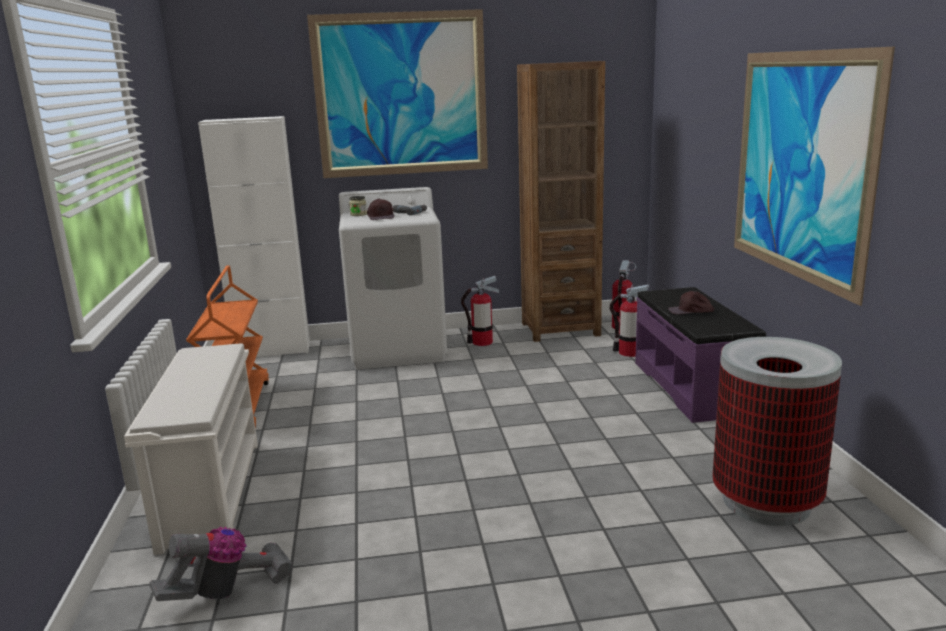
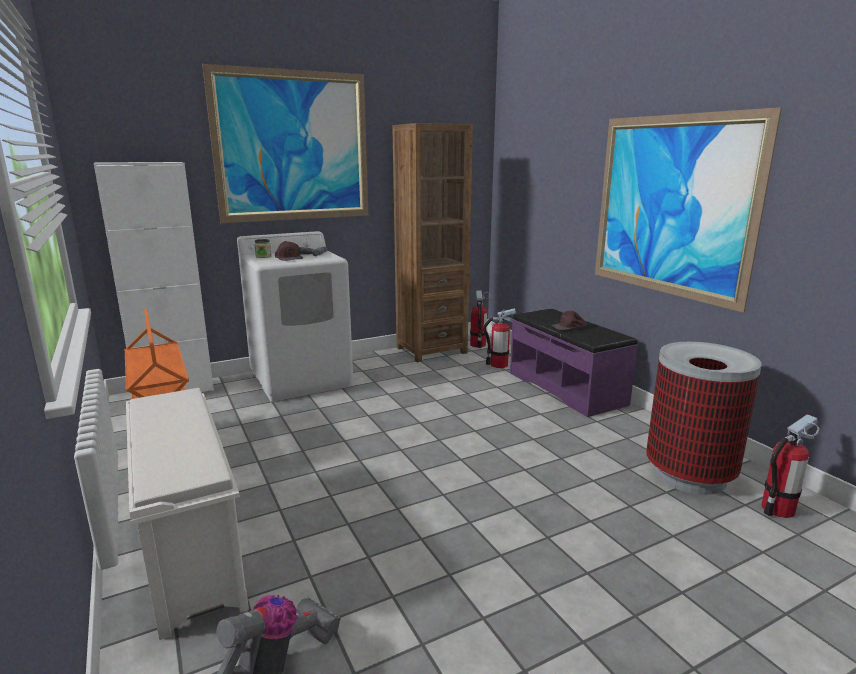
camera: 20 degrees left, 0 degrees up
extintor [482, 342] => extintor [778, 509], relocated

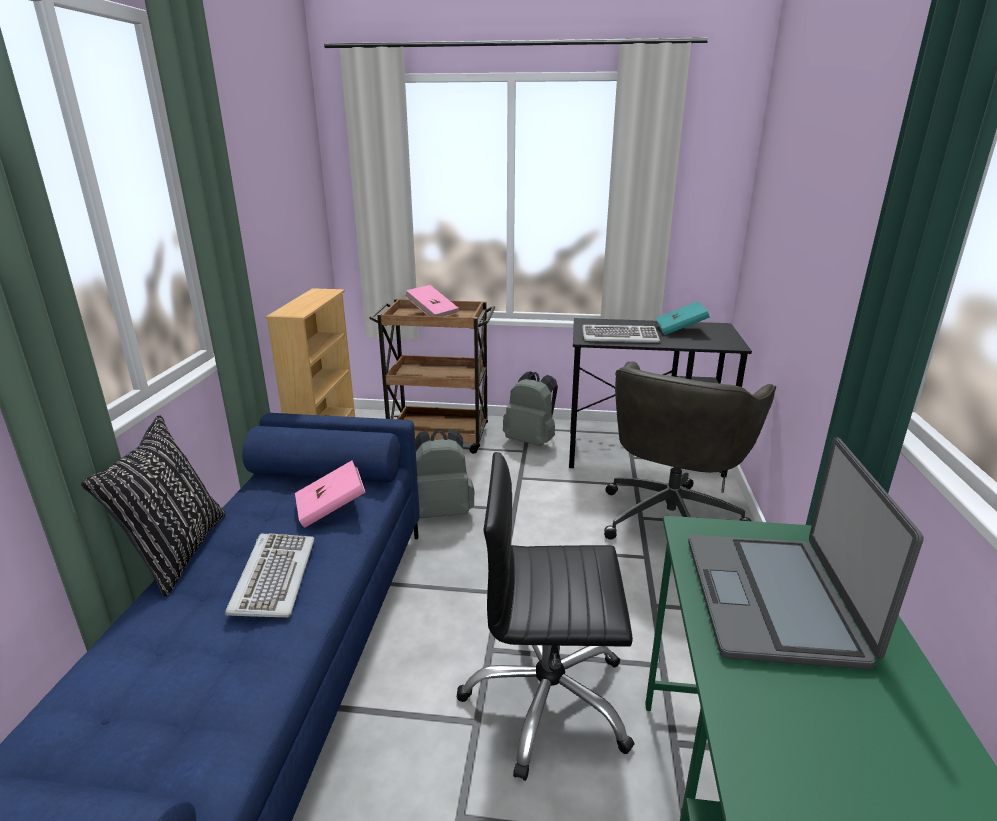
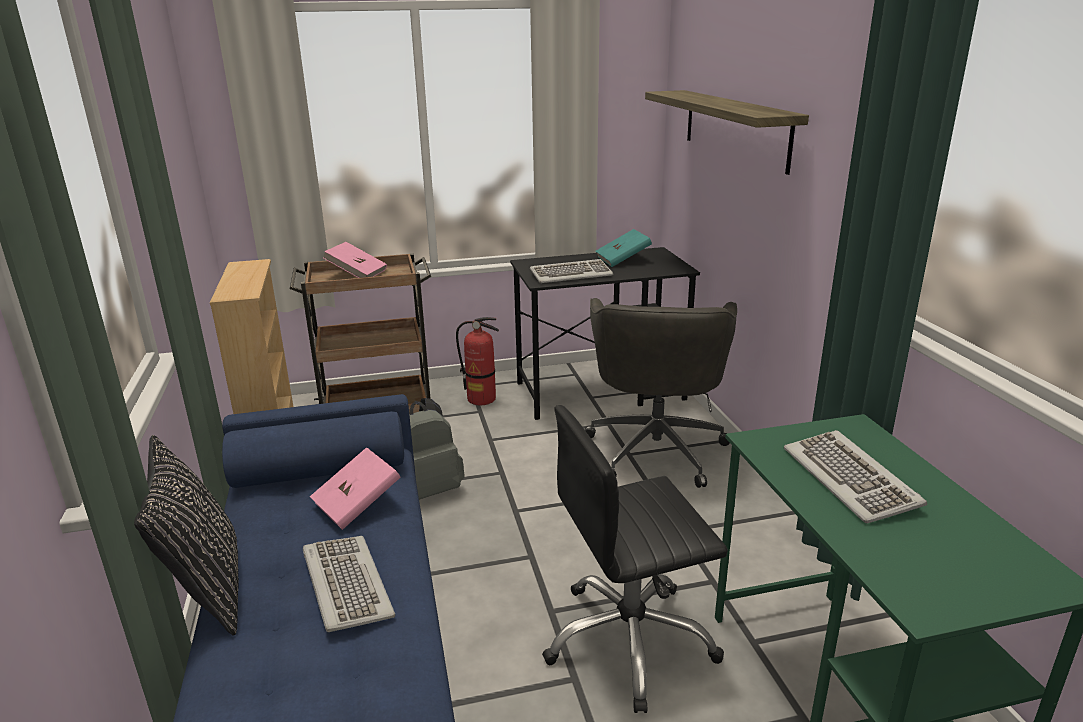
camera: 20 degrees left, 0 degrees up
mochila [gris] [531, 441] => extintor [481, 399]
portátil [773, 599] => teclado [851, 479]
nothing => estante [735, 128]

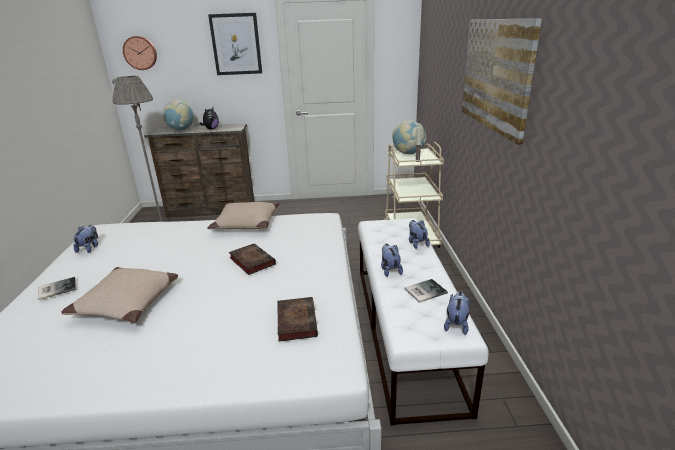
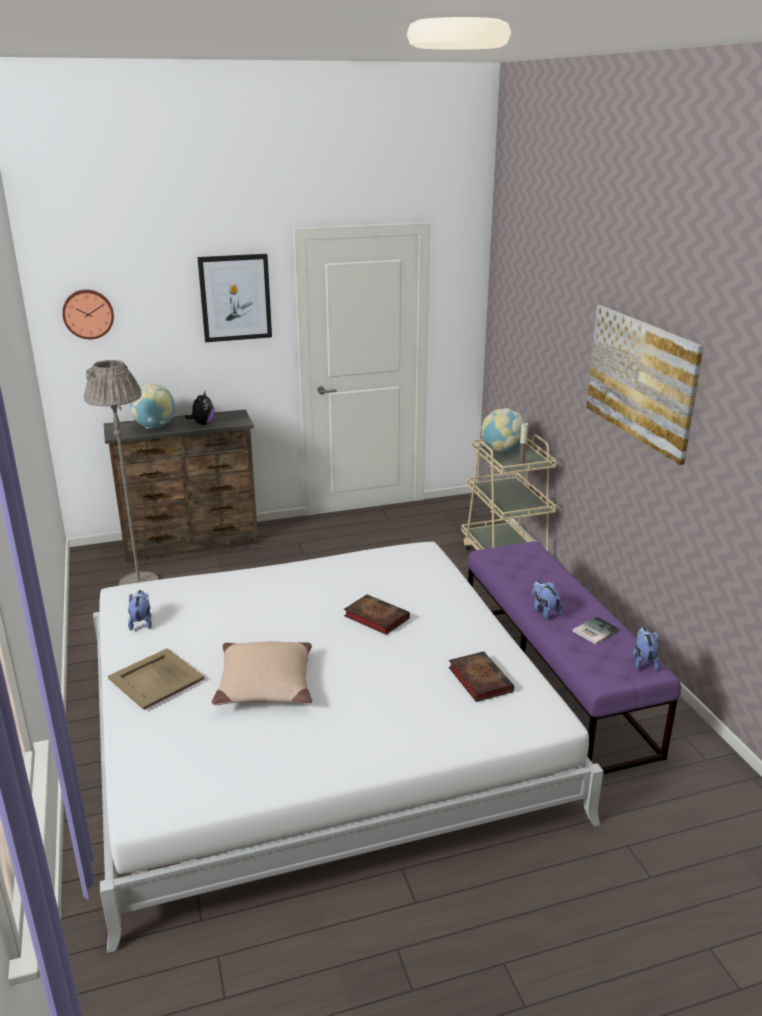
camera: 15 degrees left, 0 degrees up
libro [56, 288] => bandeja [beis] [155, 679]
cojín [beis] [246, 223] => nothing
banco [blanco] [405, 329] => banco [morado] [553, 680]
peluche [417, 243] => nothing

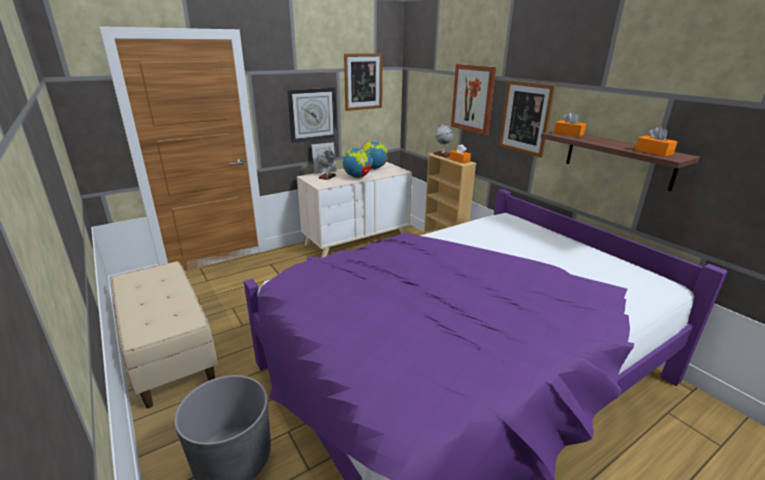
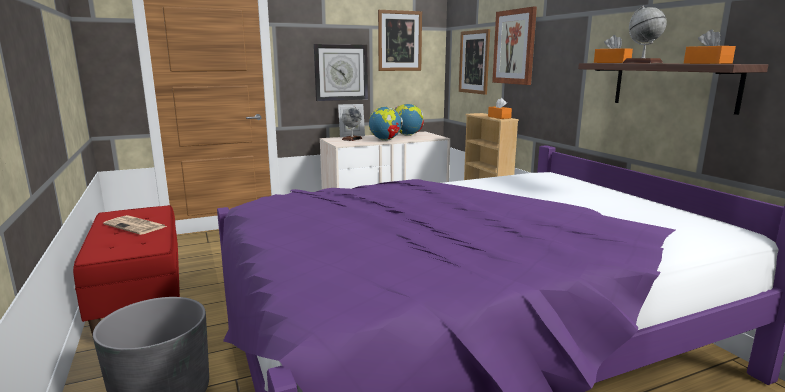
camera: 10 degrees right, 10 degrees down
banco [beis] [169, 353] => banco [rojo] [140, 298]
globo terráqueo [442, 155] => globo terráqueo [642, 63], relocated
cuadro [525, 118] => cuadro [474, 62], relocated
nothing => periódico [136, 226]

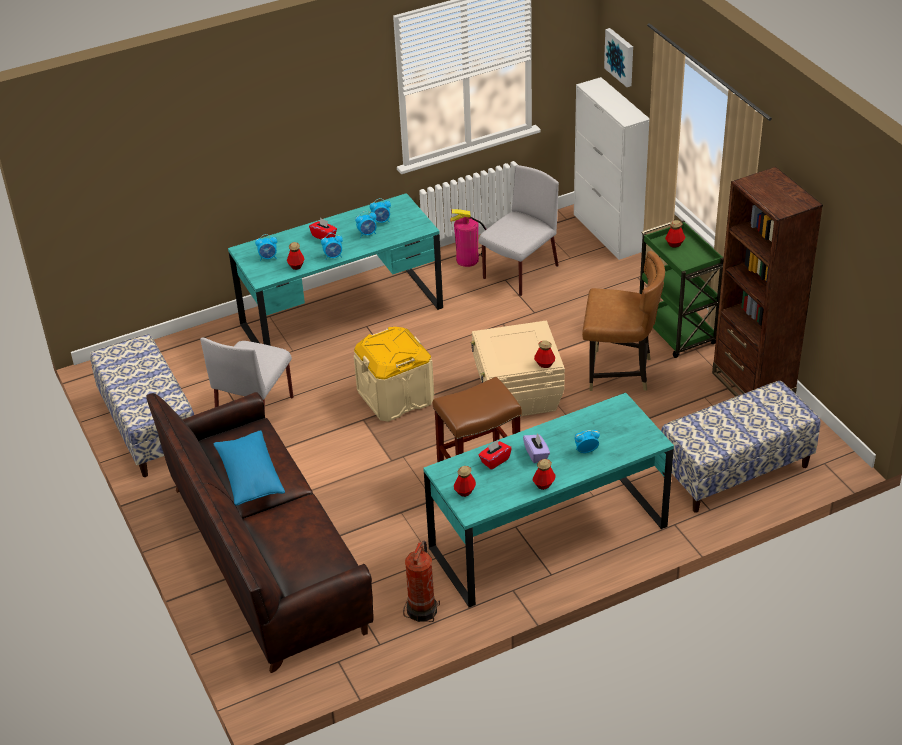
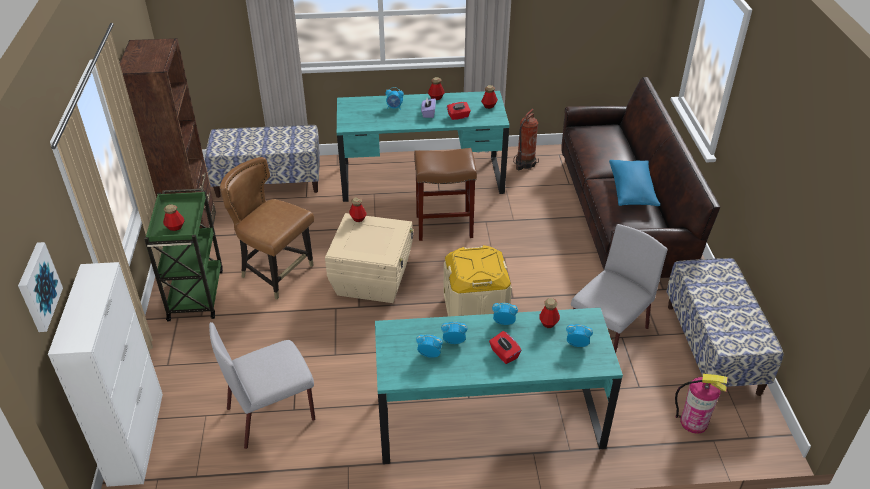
camera: 160 degrees left, 0 degrees up
extintor [467, 260] => extintor [694, 422], relocated

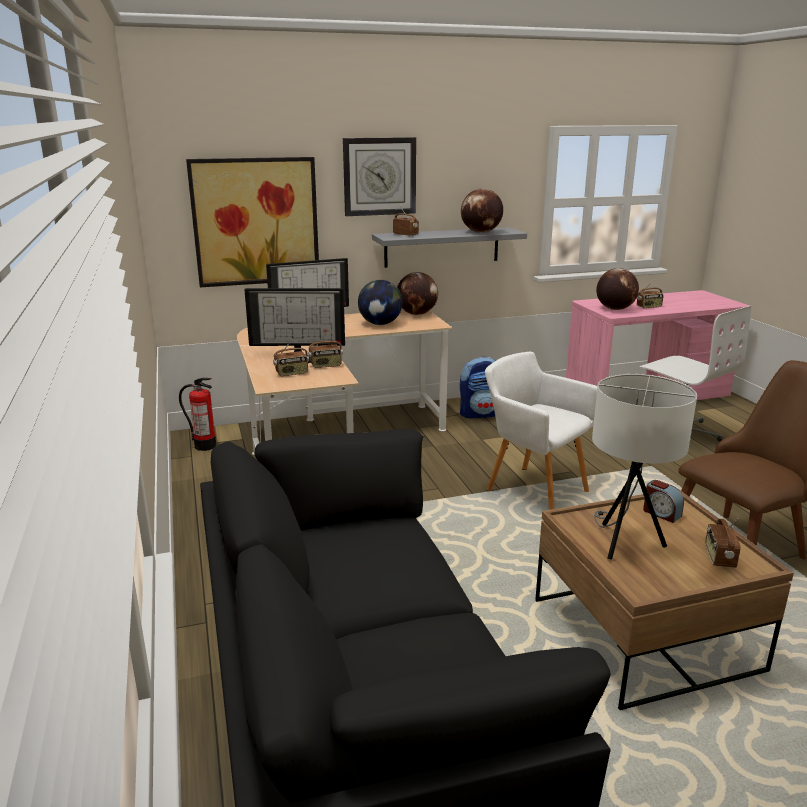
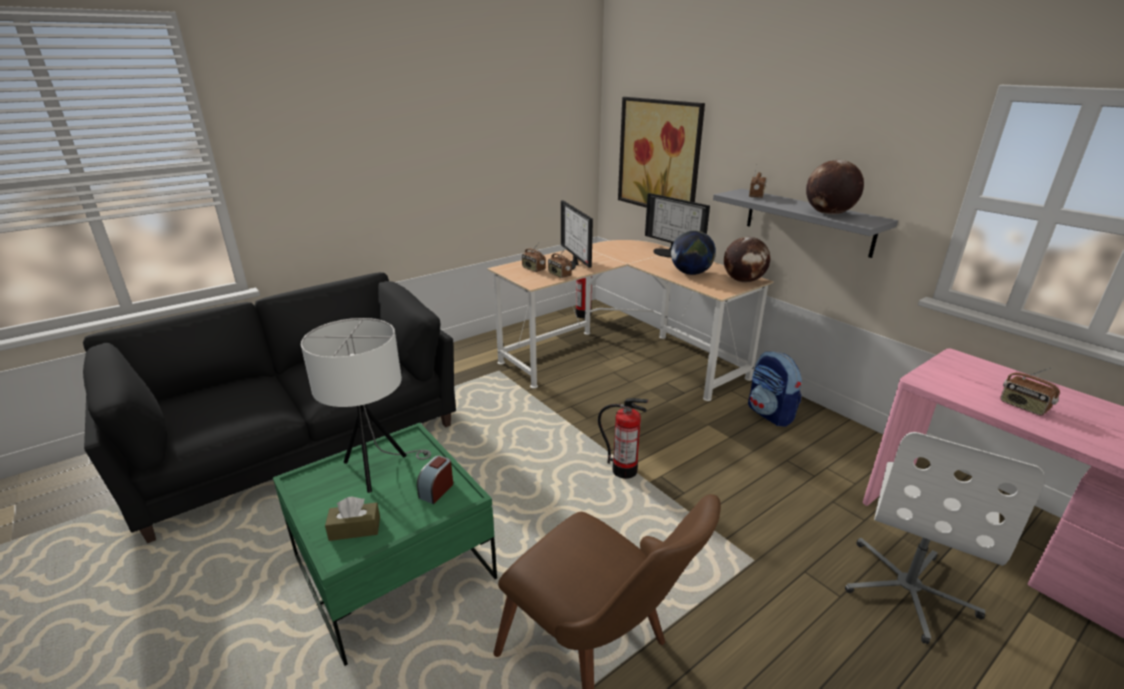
camera: 70 degrees right, 5 degrees up
reloj de pared [379, 176] => nothing
sillón [blanco] [533, 488] => extintor [624, 471]
mesa de centro [marrón] [644, 634] => mesa de centro [verde] [394, 567]
globo terráqueo [615, 309] => nothing
radio [719, 557] => caja de pañuelos [marrón] [355, 529]

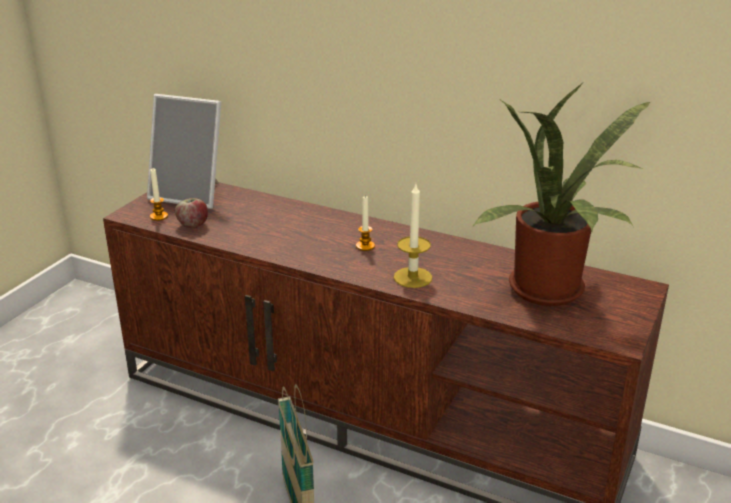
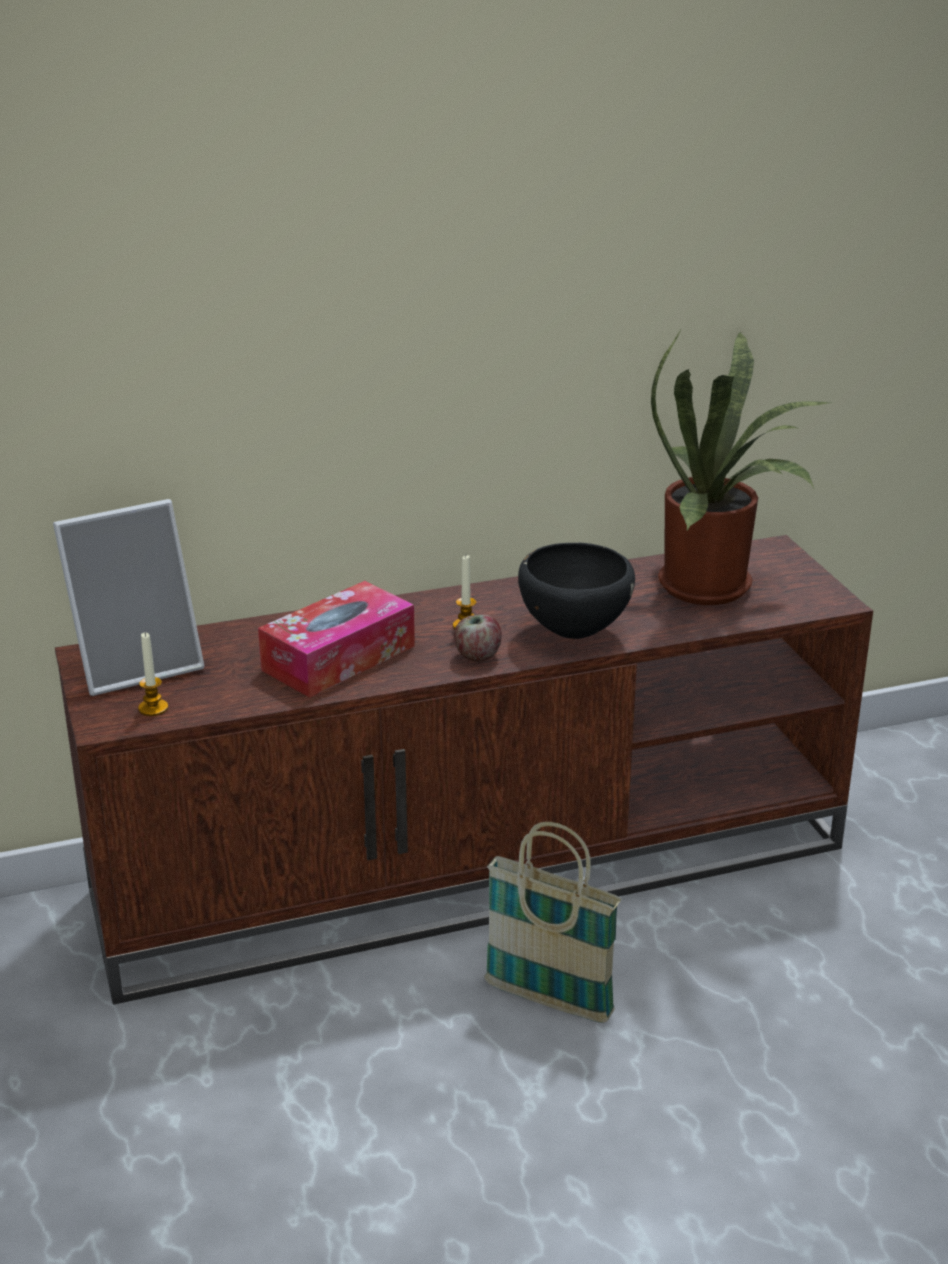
camera: 45 degrees left, 0 degrees up
manzana [193, 224] => manzana [477, 656], relocated
vela [412, 277] => cuenco [negro] [572, 634]
nothing => caja de pañuelos [338, 658]

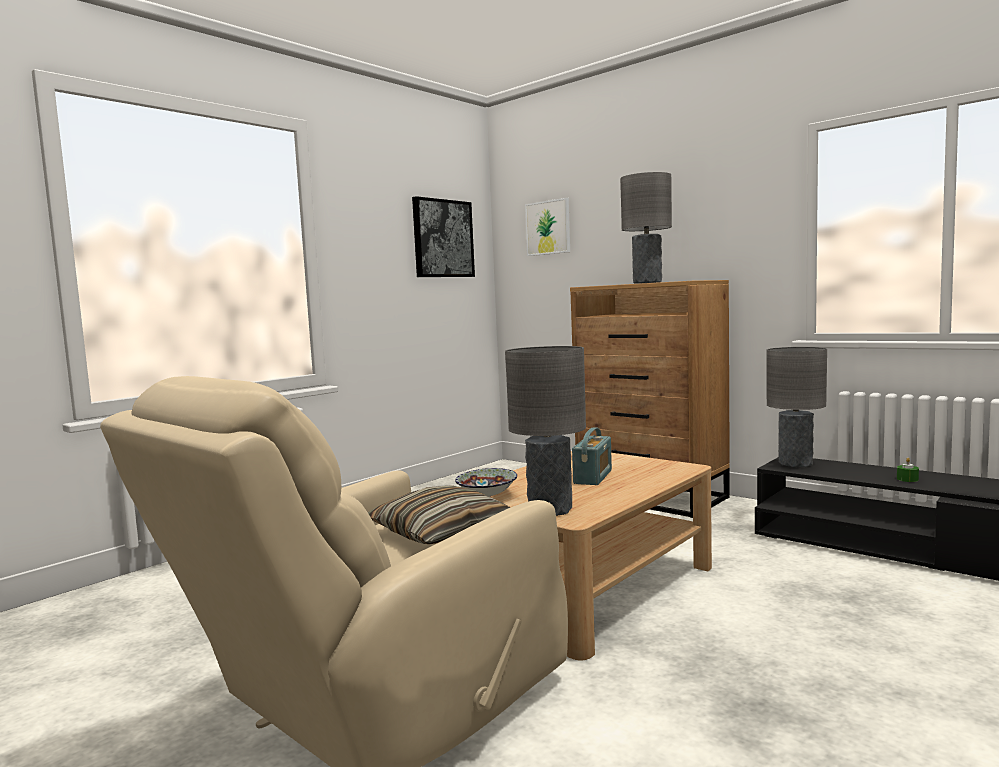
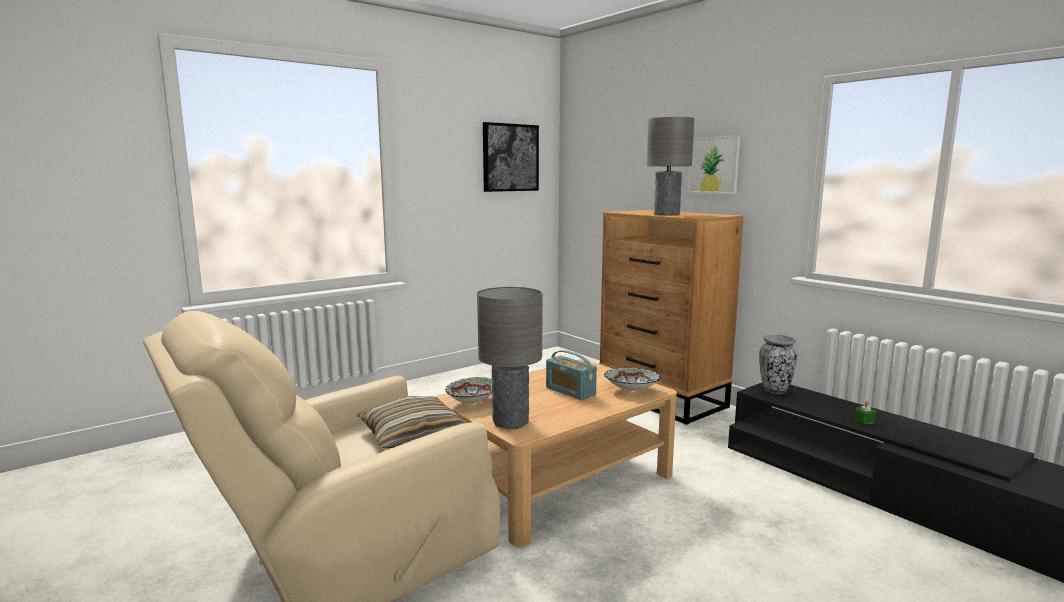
camera: 10 degrees right, 5 degrees up
cuadro [548, 227] => cuadro [713, 165], relocated
radio [593, 477] => radio [570, 391], 105 degrees clockwise
lámpara de mesa [gris] [796, 464] => florero [775, 390]
nothing => cuenco [631, 389]

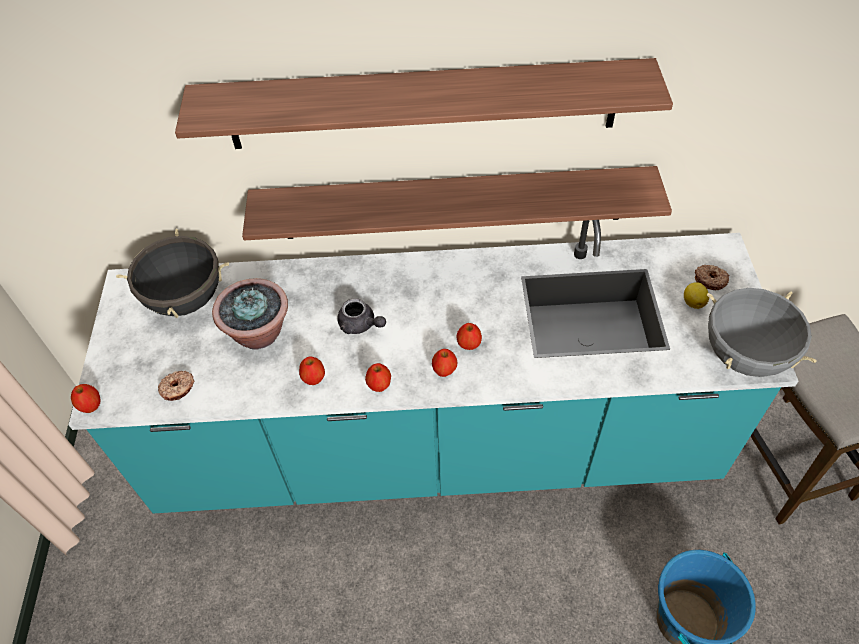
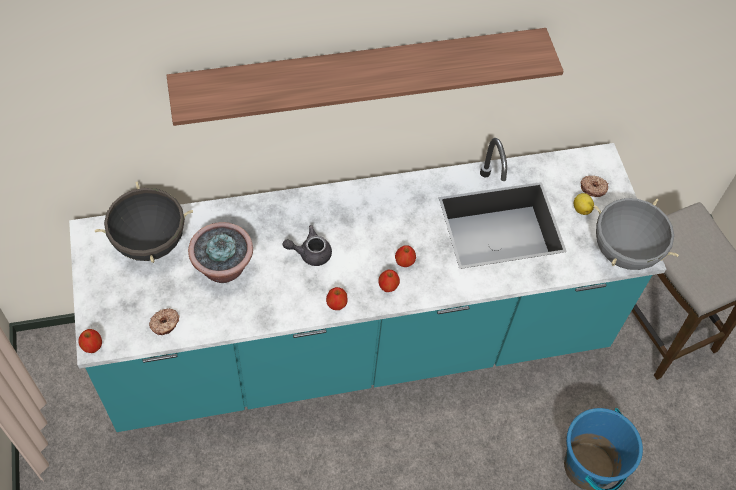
camera: 15 degrees left, 5 degrees up
estante [453, 203] => nothing
manzana [314, 378] => nothing
tetera [gris] [360, 325] => tetera [gris] [310, 253], 150 degrees clockwise

